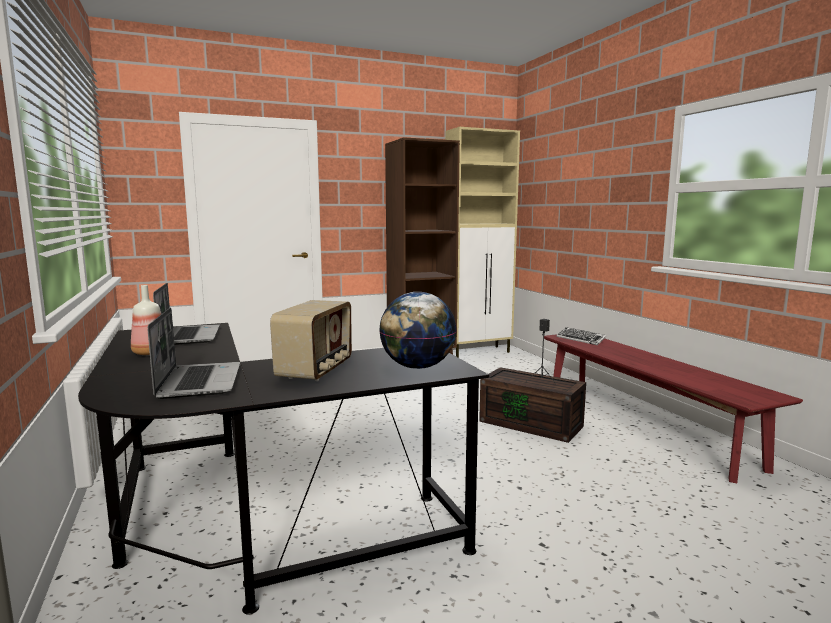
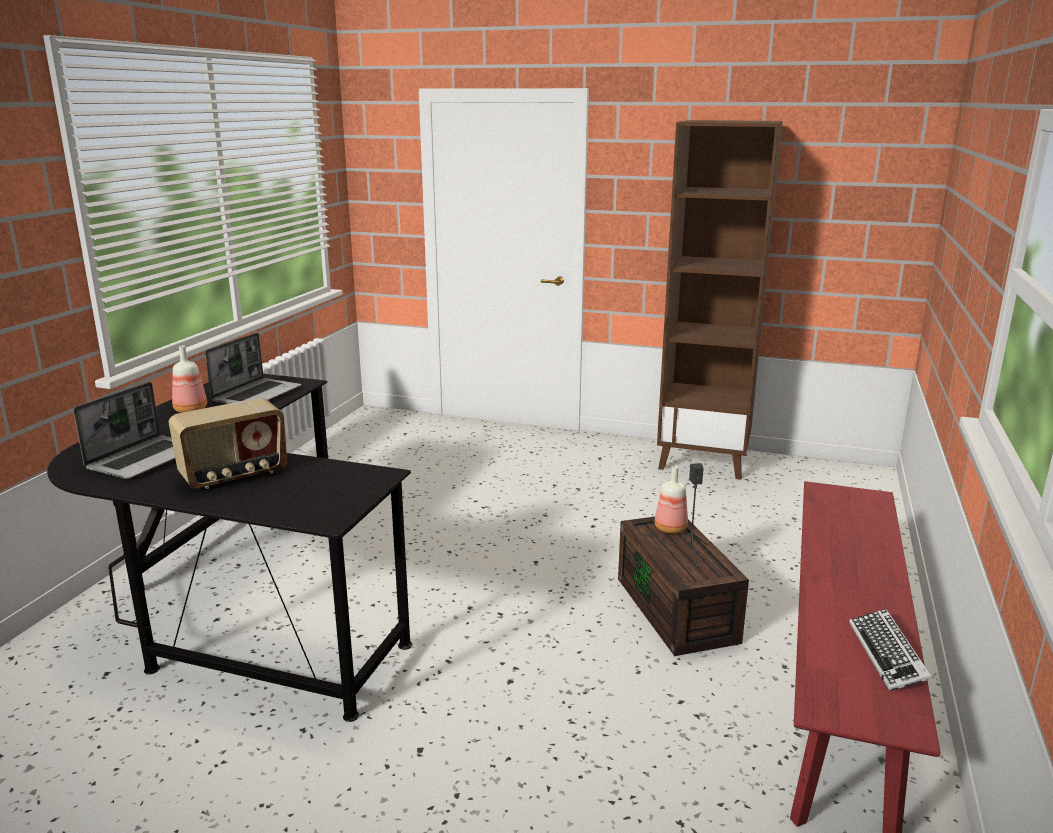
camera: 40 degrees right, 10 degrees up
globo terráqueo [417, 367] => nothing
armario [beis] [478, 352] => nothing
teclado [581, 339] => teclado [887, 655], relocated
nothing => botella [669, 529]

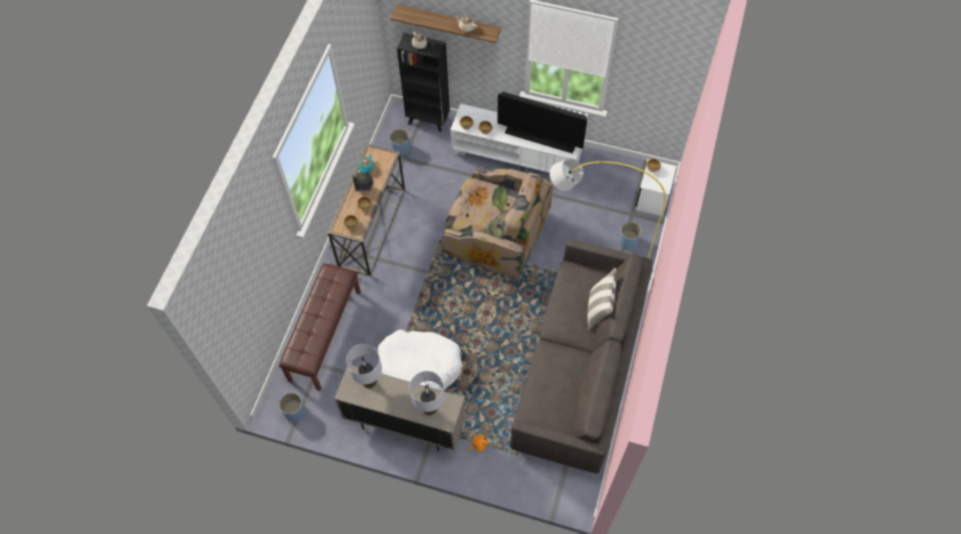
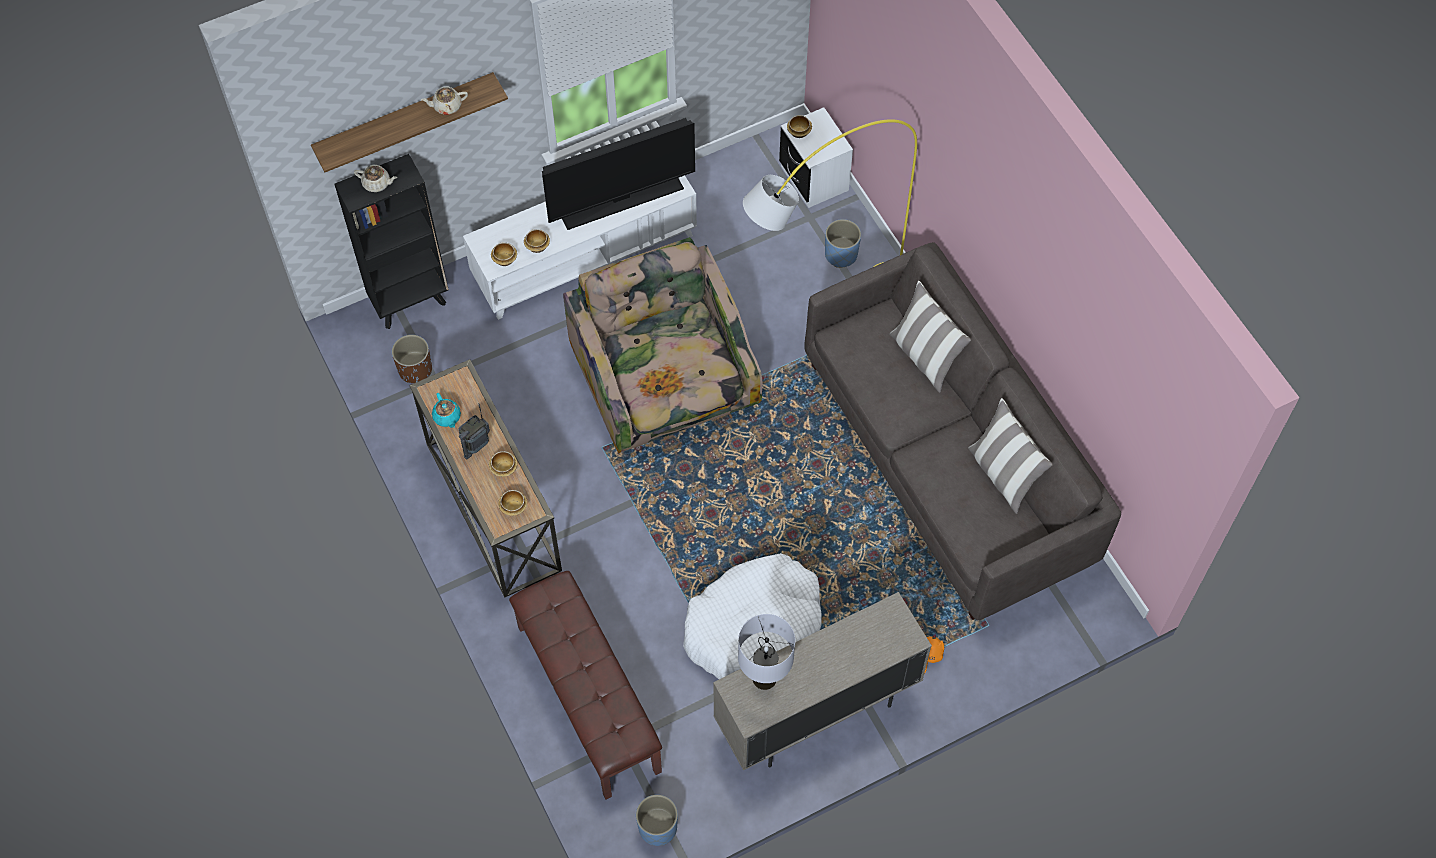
camera: 45 degrees left, 0 degrees up
maceta [azul] [401, 148] => maceta [marrón] [415, 370]
lámpara de mesa [gris] [429, 407] => nothing
sillón [495, 233] => sillón [666, 379], 90 degrees counterclockwise
nothing => cojín [1003, 475]

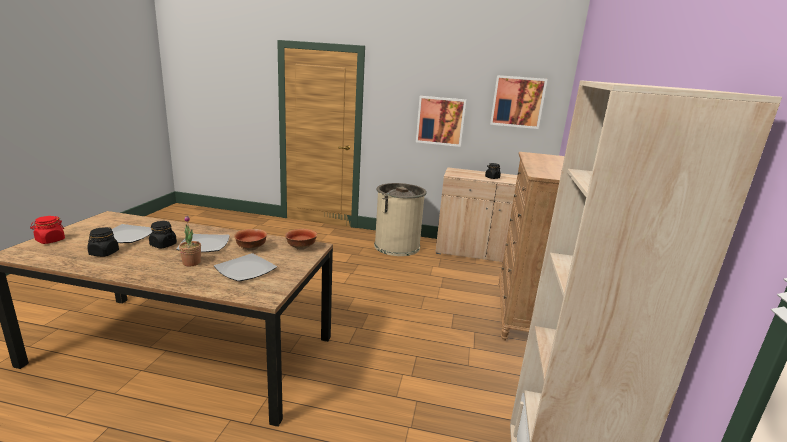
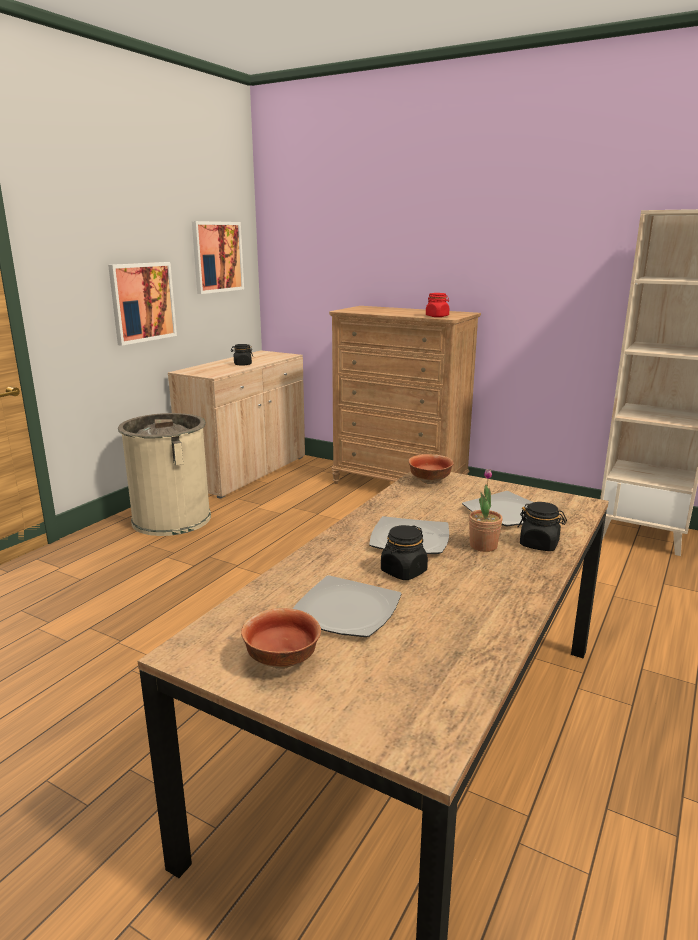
camera: 70 degrees left, 0 degrees up
tarro [rojo] [50, 240] => tarro [rojo] [437, 316], relocated
tarro [negro] [104, 253] => tarro [negro] [539, 544], relocated
cuenco [252, 248] => cuenco [283, 659], relocated

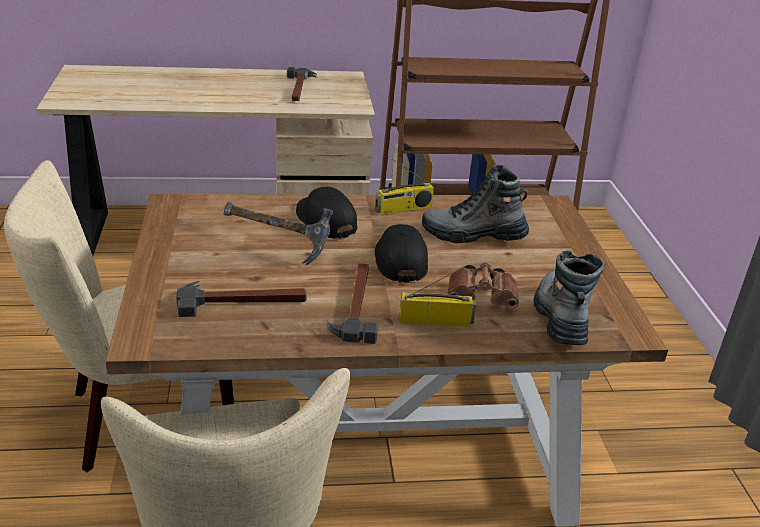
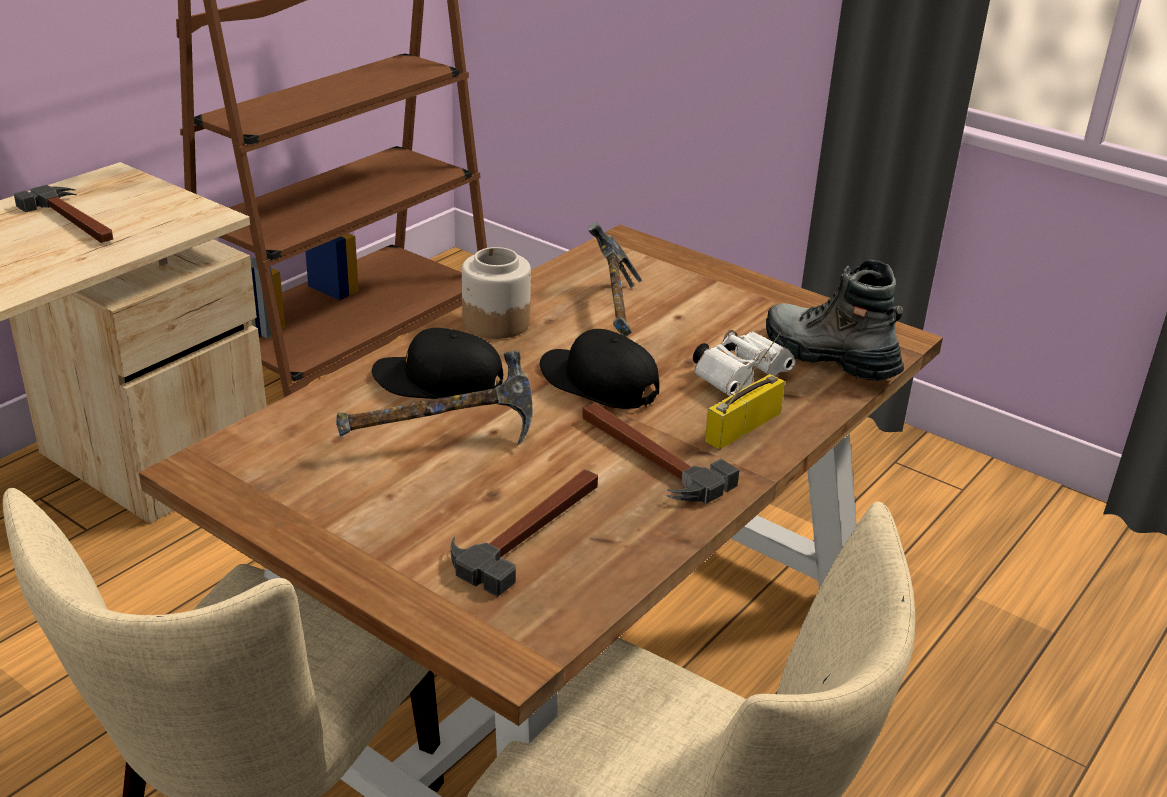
camera: 45 degrees left, 0 degrees up
radio [403, 209] => tarro [495, 322]
bota [473, 235] => martillo [614, 314]
prismáticos [marrón] [483, 299] => prismáticos [blanco] [741, 377]

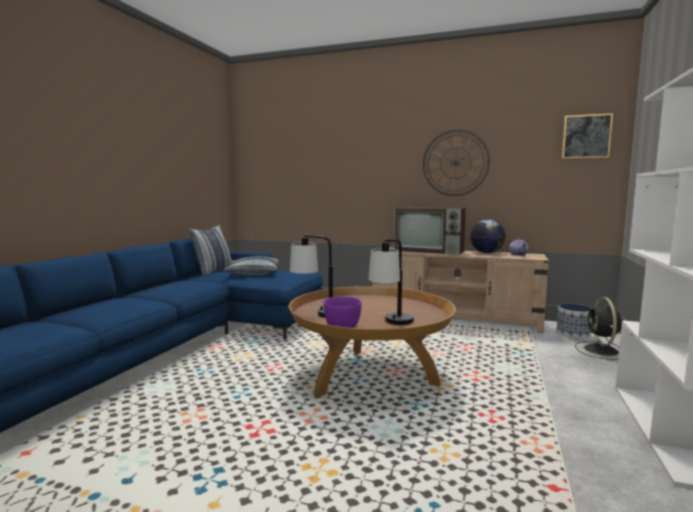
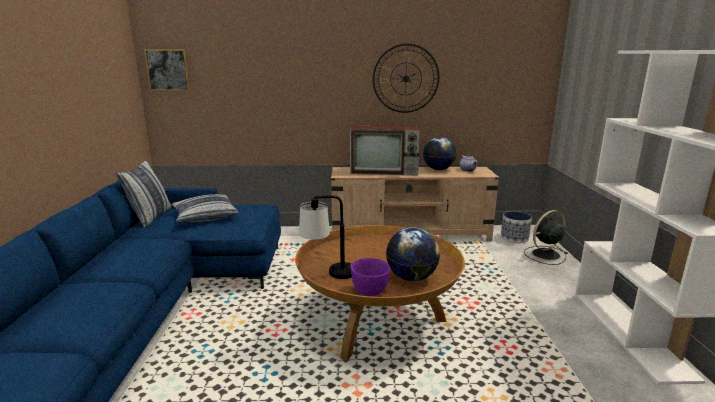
camera: 20 degrees left, 10 degrees up
lámpara de mesa [392, 324] => globo terráqueo [412, 277]
cuadro [586, 136] => cuadro [168, 70], relocated
ventilador [negro] [601, 351] => ventilador [negro] [545, 255], 75 degrees clockwise

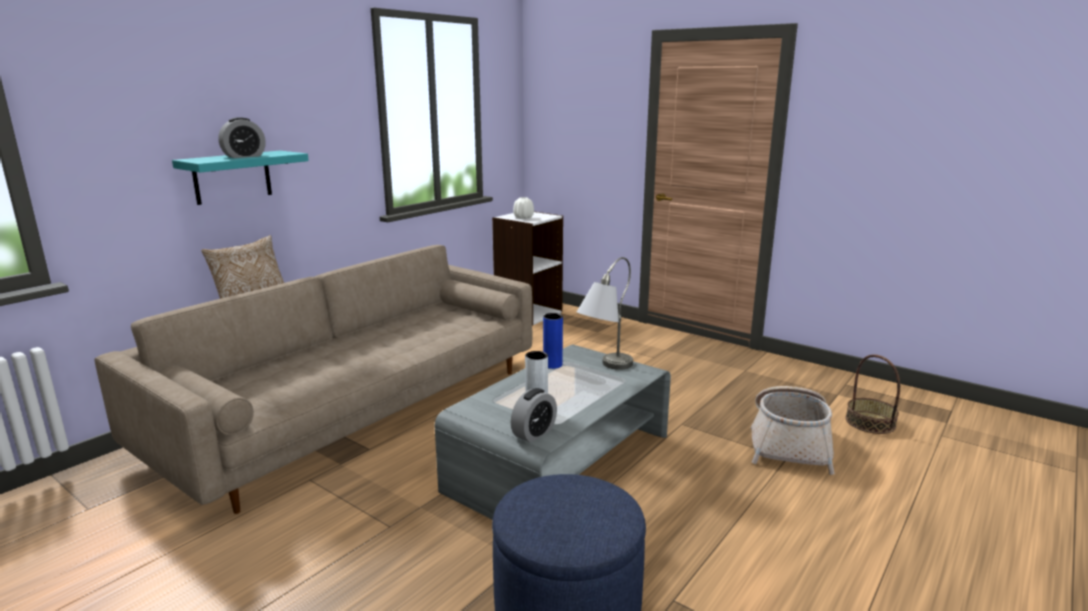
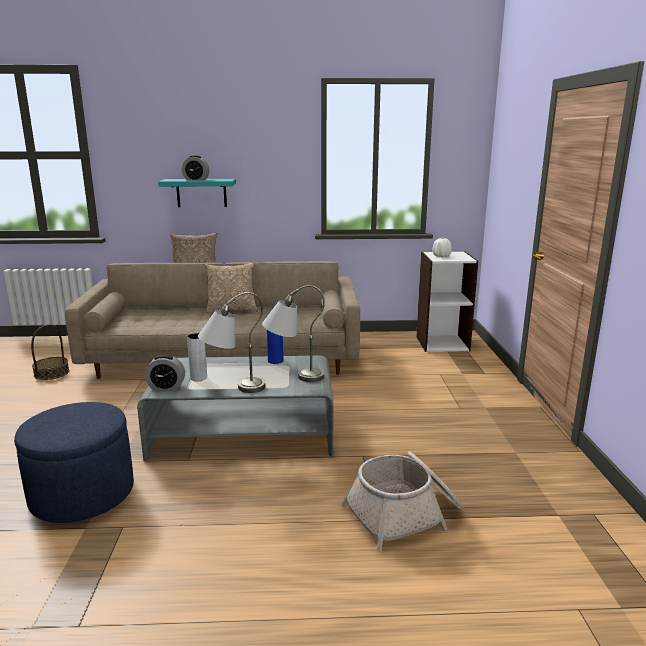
camera: 50 degrees right, 0 degrees up
cesta [870, 422] => cesta [51, 373], relocated
nothing => lámpara de mesa [gris] [232, 389]
nothing => cojín [232, 309]

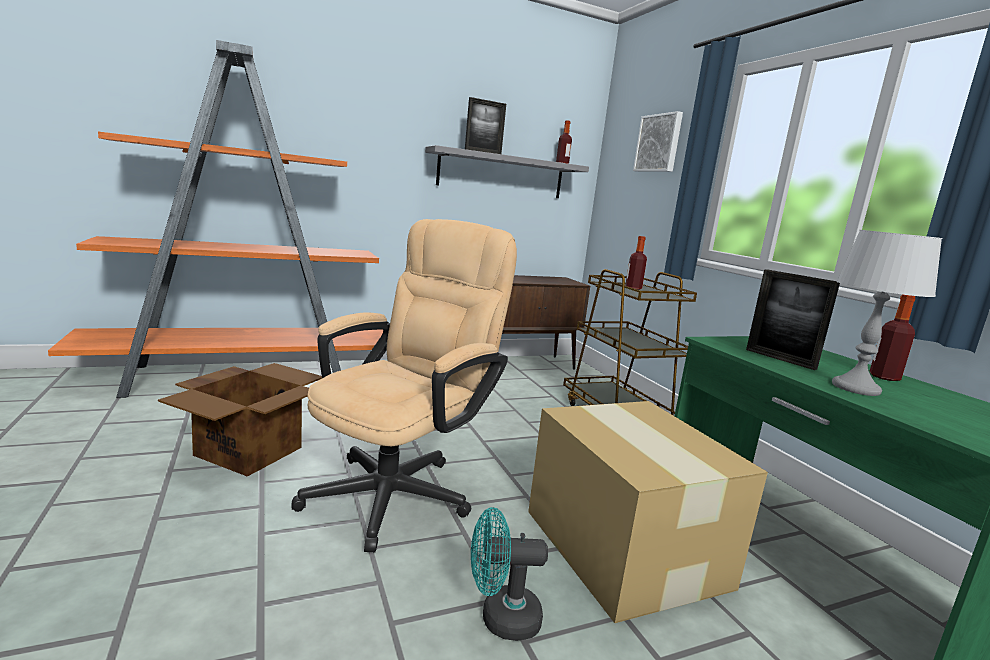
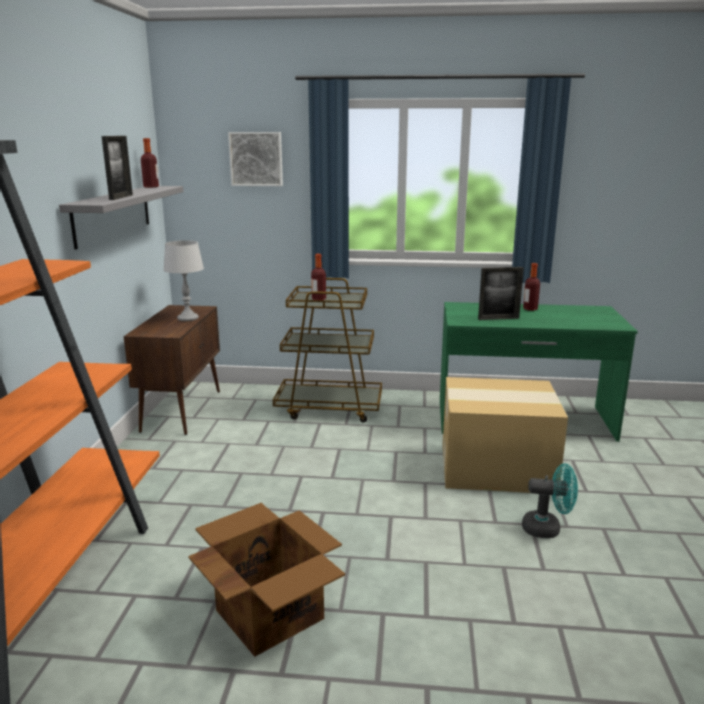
camera: 60 degrees left, 5 degrees up
silla de oficina [beis] [400, 489] => nothing
ventilador [turquesa] [500, 618] => ventilador [turquesa] [547, 529], 105 degrees counterclockwise
lámpara de mesa [gris] [855, 388] => lámpara de mesa [gris] [188, 318], relocated

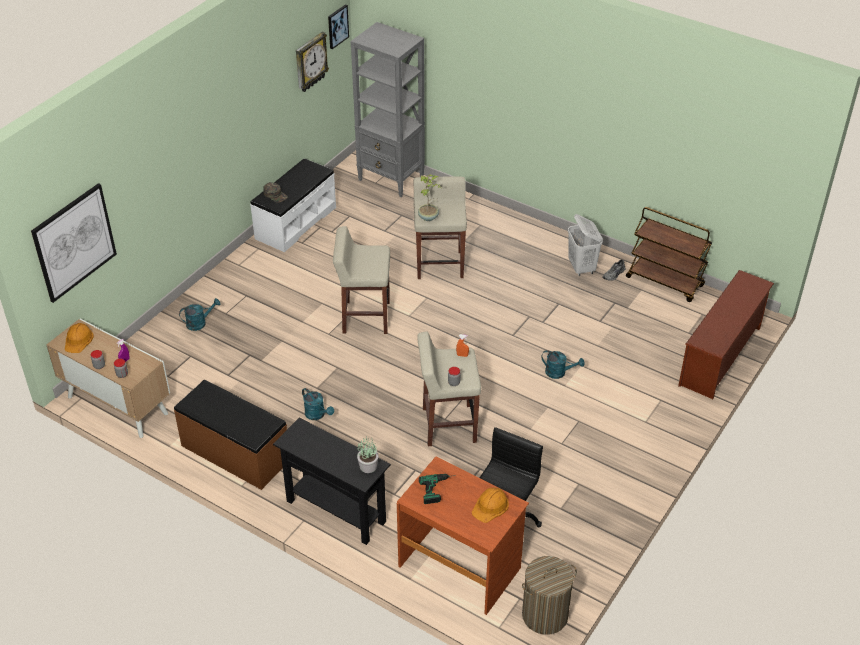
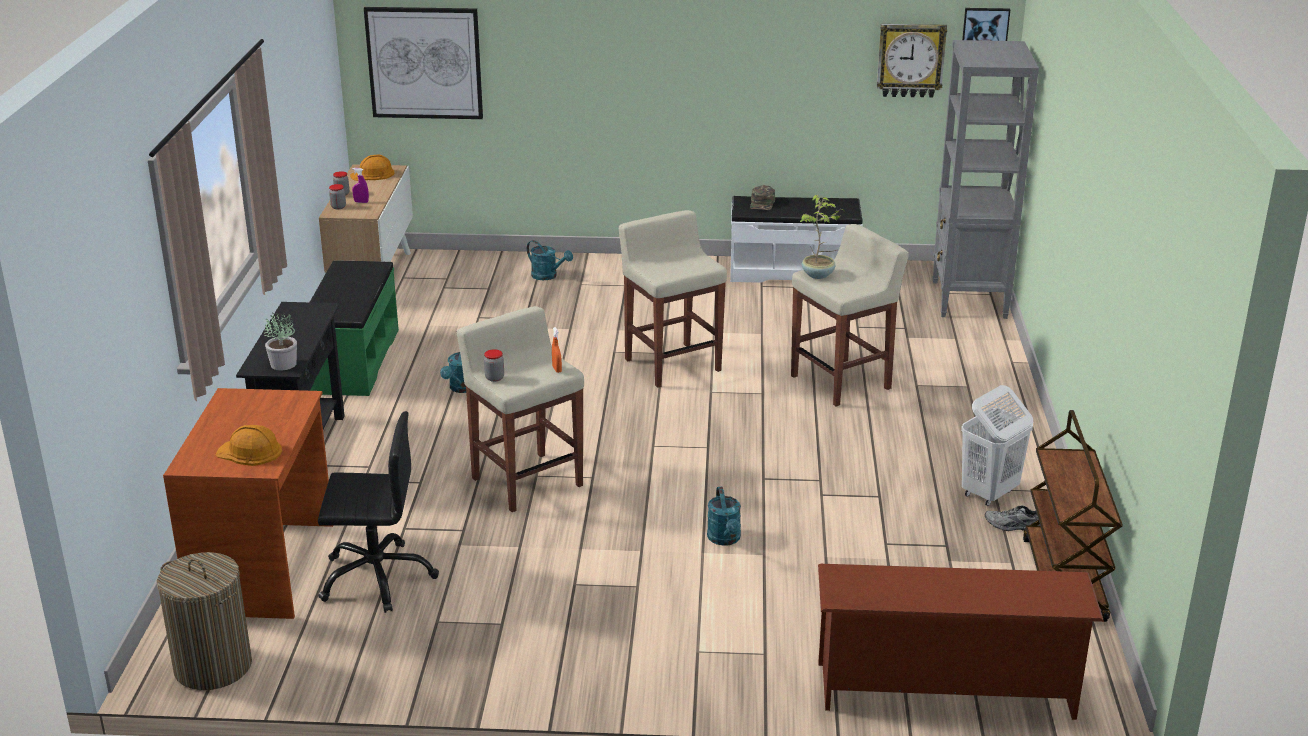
camera: 60 degrees right, 15 degrees down
banco [marrón] [235, 453] => banco [verde] [352, 361]
taladro [439, 489] => nothing

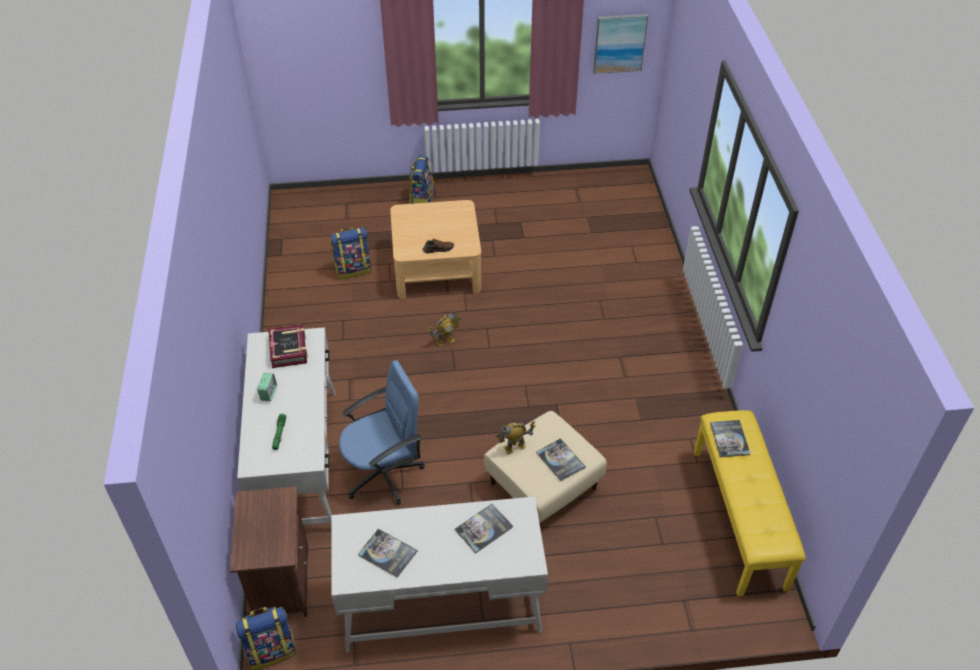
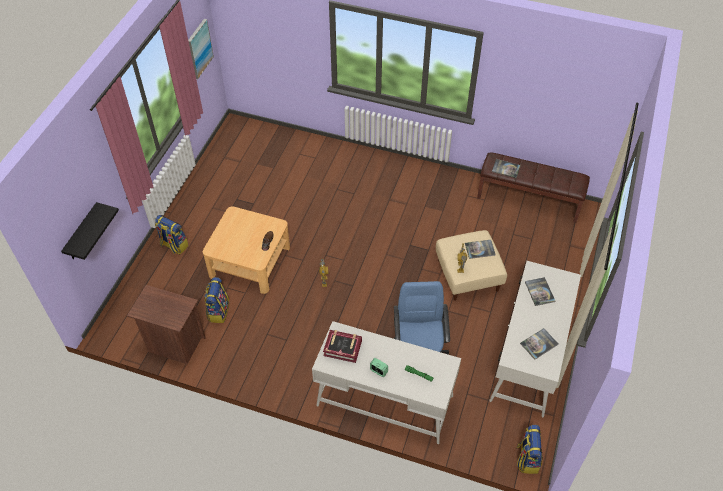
camera: 65 degrees left, 5 degrees up
mesita de noche [marrón] [280, 582] => mesita de noche [marrón] [174, 344], relocated
banco [amarillo] [740, 518] => banco [marrón] [529, 199]
nothing => estante [negro] [82, 233]

